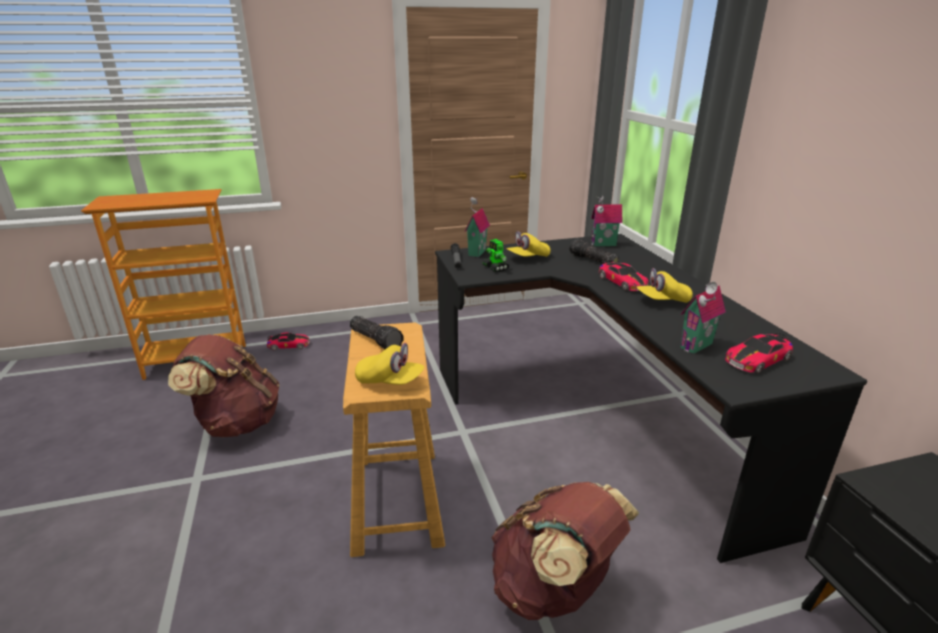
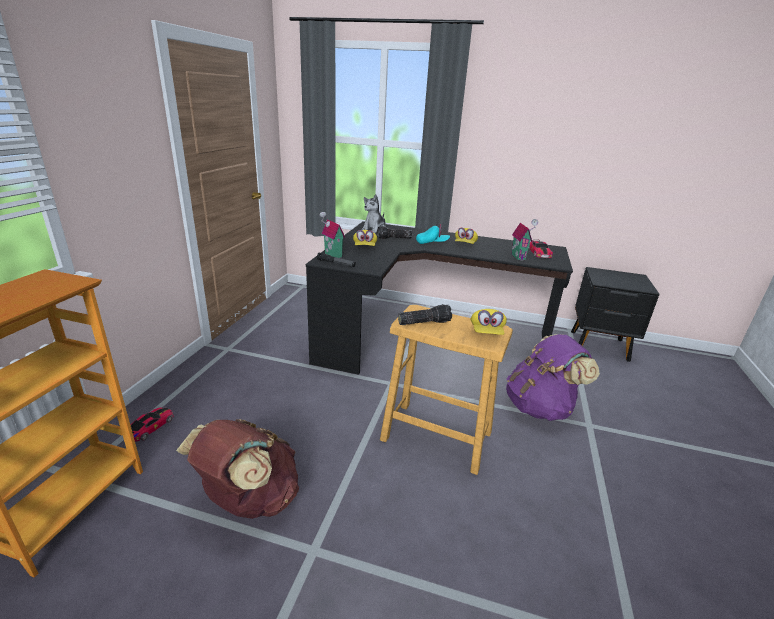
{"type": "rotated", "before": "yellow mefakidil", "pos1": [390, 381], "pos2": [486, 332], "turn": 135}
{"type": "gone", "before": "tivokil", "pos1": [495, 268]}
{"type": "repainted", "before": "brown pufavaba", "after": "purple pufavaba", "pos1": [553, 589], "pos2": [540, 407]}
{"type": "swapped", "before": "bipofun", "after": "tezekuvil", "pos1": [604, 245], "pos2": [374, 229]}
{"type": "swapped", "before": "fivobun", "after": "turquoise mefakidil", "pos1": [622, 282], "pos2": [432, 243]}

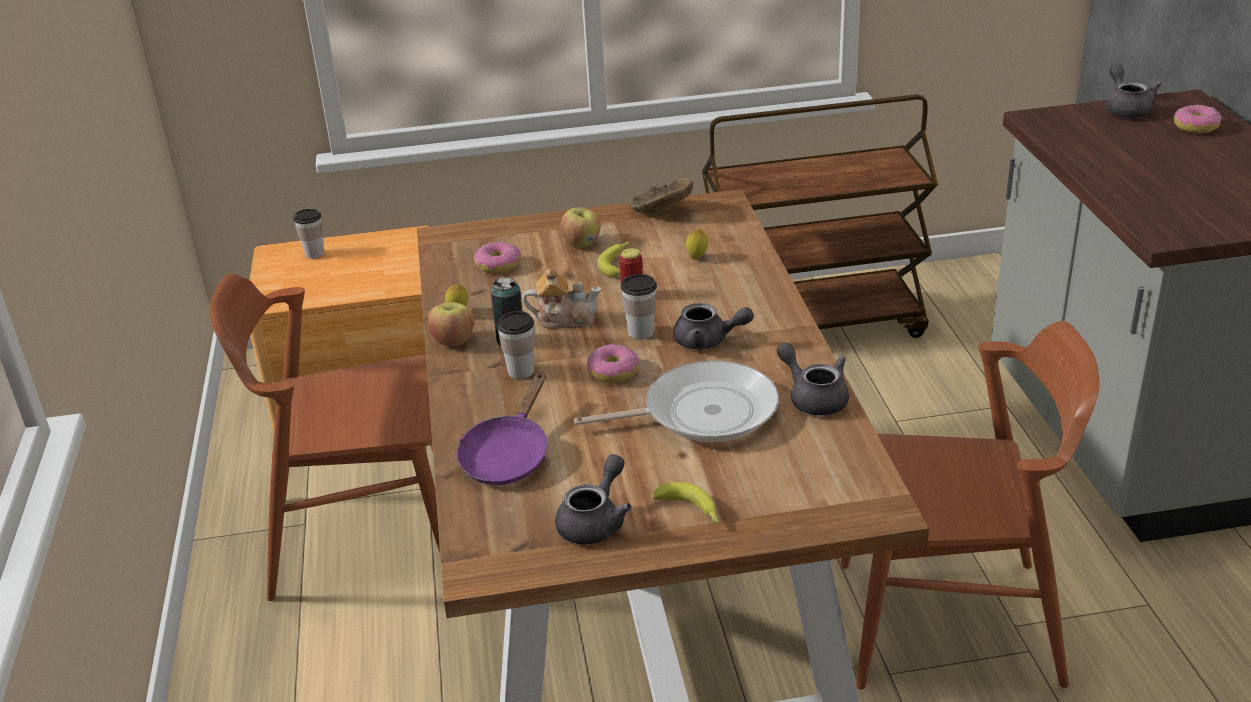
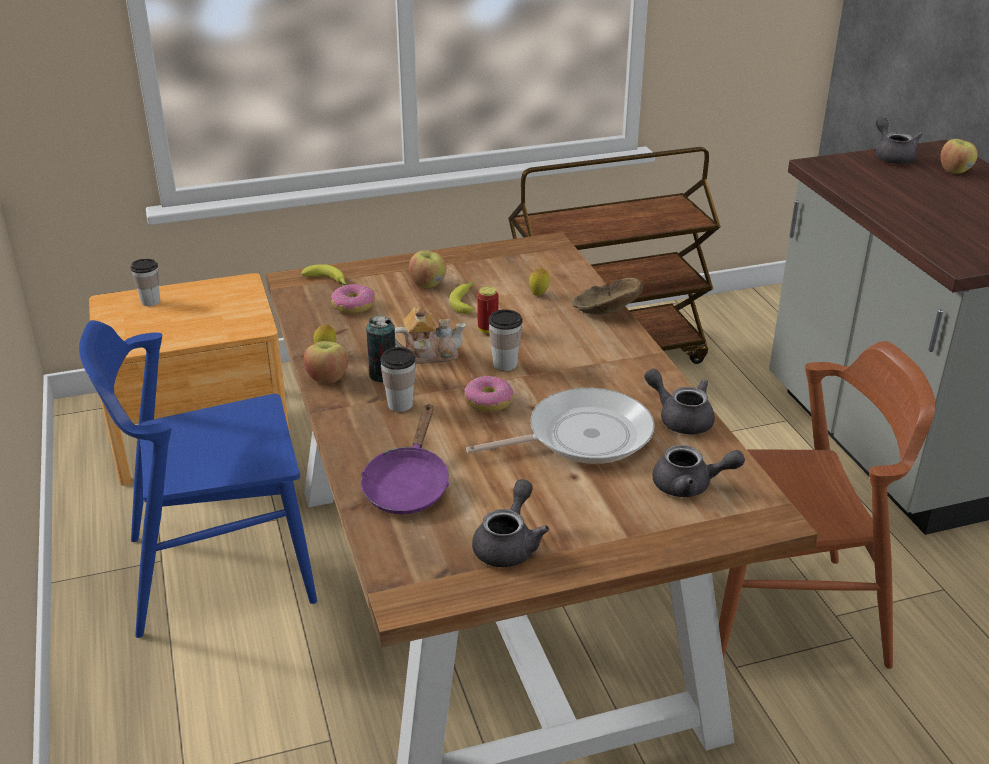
{"type": "repainted", "before": "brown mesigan", "after": "blue mesigan", "pos1": [361, 535], "pos2": [220, 569]}
{"type": "shifted", "before": "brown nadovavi", "pos1": [660, 211], "pos2": [605, 311]}
{"type": "shifted", "before": "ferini", "pos1": [691, 511], "pos2": [328, 281]}
{"type": "shifted", "before": "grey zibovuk", "pos1": [708, 341], "pos2": [690, 486]}
{"type": "swapped", "before": "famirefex", "after": "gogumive", "pos1": [1195, 127], "pos2": [955, 171]}

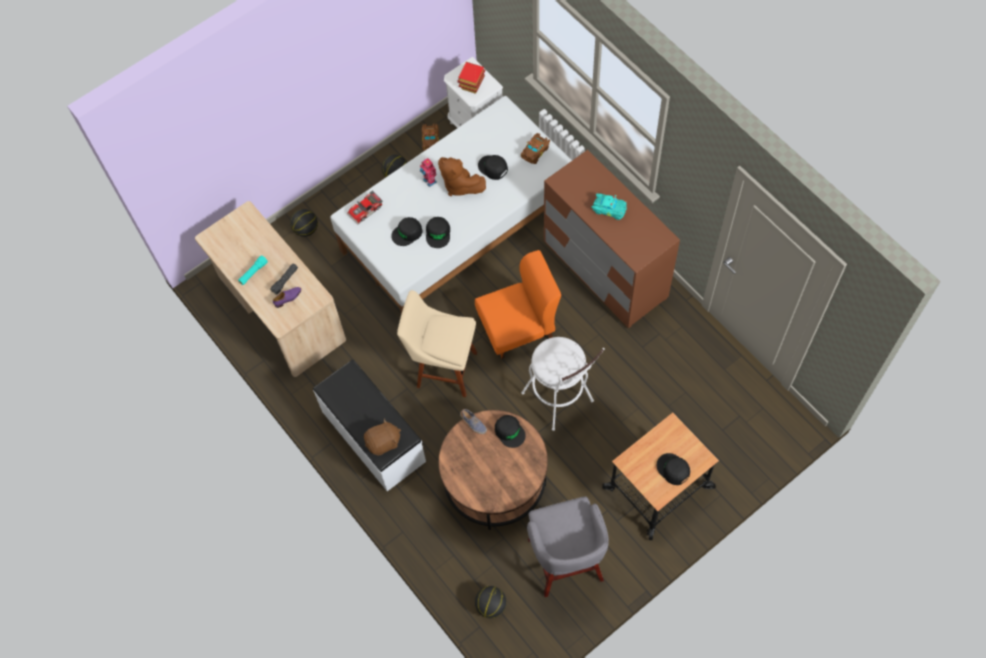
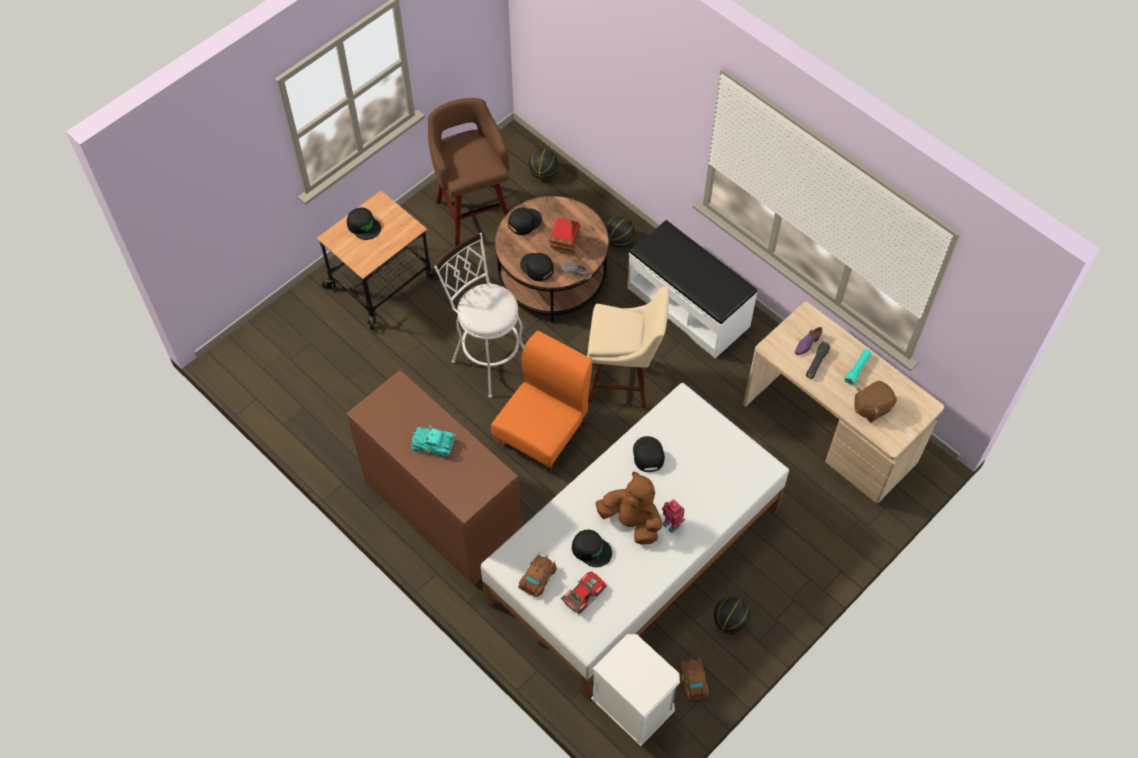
{"type": "shifted", "before": "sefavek", "pos1": [306, 229], "pos2": [618, 241]}
{"type": "shifted", "before": "fivobun", "pos1": [366, 210], "pos2": [583, 593]}
{"type": "shifted", "before": "brown tezekuvil", "pos1": [383, 442], "pos2": [871, 407]}
{"type": "shifted", "before": "black mefakidil", "pos1": [407, 233], "pos2": [524, 222]}
{"type": "shifted", "before": "bipofun", "pos1": [472, 85], "pos2": [564, 243]}
{"type": "rotated", "before": "orange mesigan", "pos1": [518, 328], "pos2": [543, 433], "turn": 150}
{"type": "repainted", "before": "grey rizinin", "after": "brown rizinin", "pos1": [566, 562], "pos2": [473, 212]}

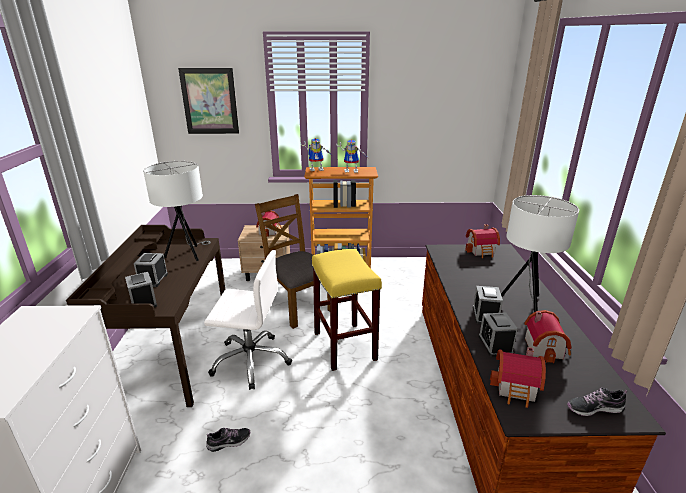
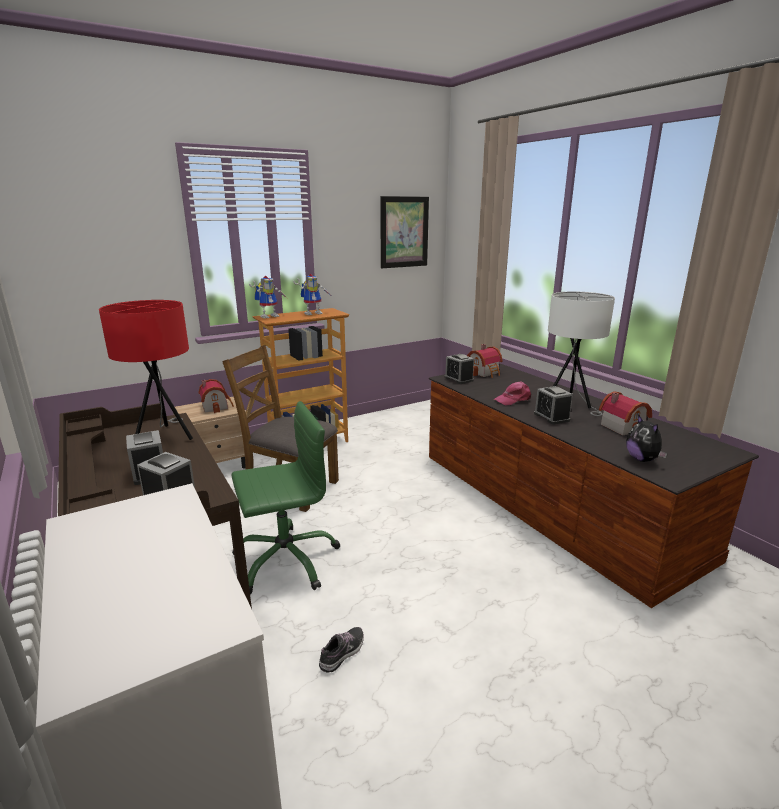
{"type": "repainted", "before": "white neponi", "after": "red neponi", "pos1": [188, 254], "pos2": [165, 436]}
{"type": "shifted", "before": "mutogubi", "pos1": [210, 101], "pos2": [404, 232]}
{"type": "repainted", "before": "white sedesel", "after": "green sedesel", "pos1": [251, 360], "pos2": [286, 560]}
{"type": "gone", "before": "yellow rizinin", "pos1": [344, 345]}
{"type": "shifted", "before": "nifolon", "pos1": [495, 345], "pos2": [458, 379]}
{"type": "swapped", "before": "bipofun", "after": "tezekuvil", "pos1": [517, 389], "pos2": [642, 459]}
{"type": "gone", "before": "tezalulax", "pos1": [594, 408]}
{"type": "new", "after": "pink mefakidil", "pos2": [513, 399]}

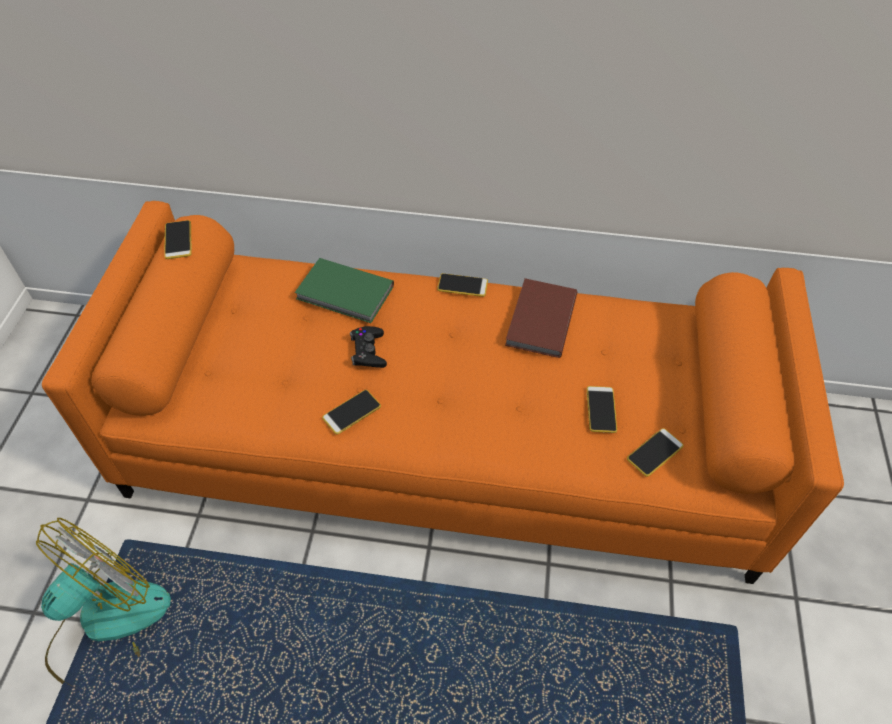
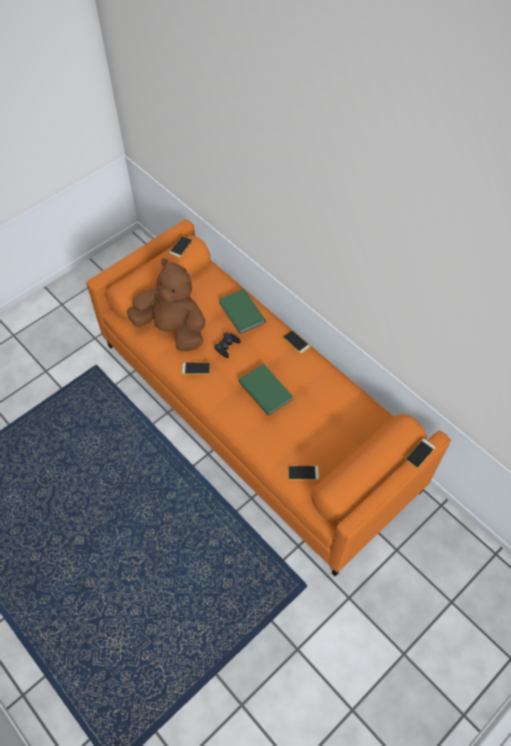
{"type": "gone", "before": "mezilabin", "pos1": [108, 626]}
{"type": "gone", "before": "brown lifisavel", "pos1": [539, 320]}
{"type": "shifted", "before": "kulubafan", "pos1": [601, 409], "pos2": [420, 453]}
{"type": "new", "after": "brown tezekuvil", "pos2": [172, 329]}
{"type": "new", "after": "green lifisavel", "pos2": [266, 389]}

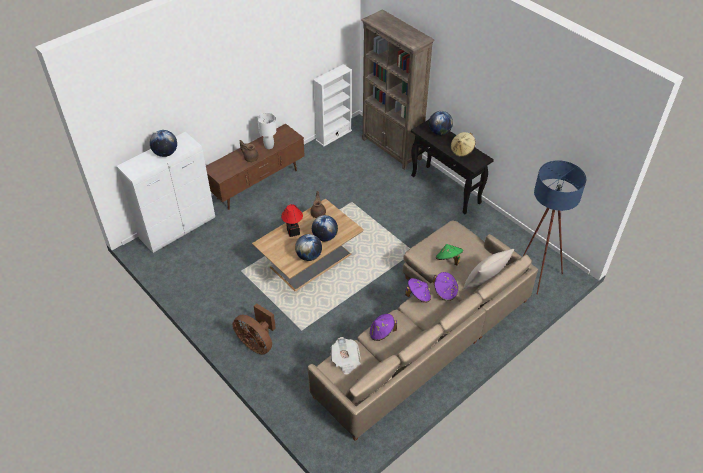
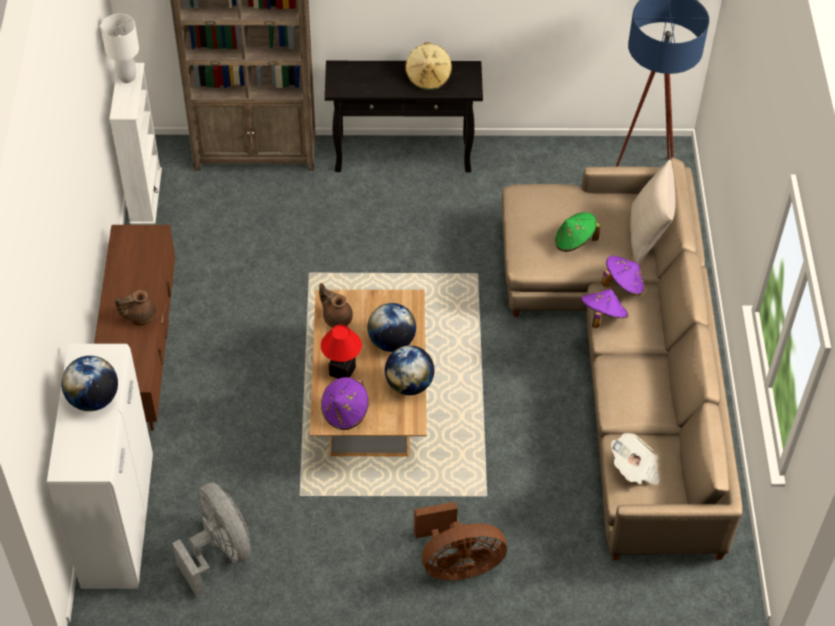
{"type": "shifted", "before": "white neponi", "pos1": [269, 146], "pos2": [127, 77]}
{"type": "shifted", "before": "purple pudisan", "pos1": [381, 332], "pos2": [345, 412]}
{"type": "gone", "before": "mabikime", "pos1": [439, 132]}
{"type": "new", "after": "grey mezilabin", "pos2": [219, 551]}

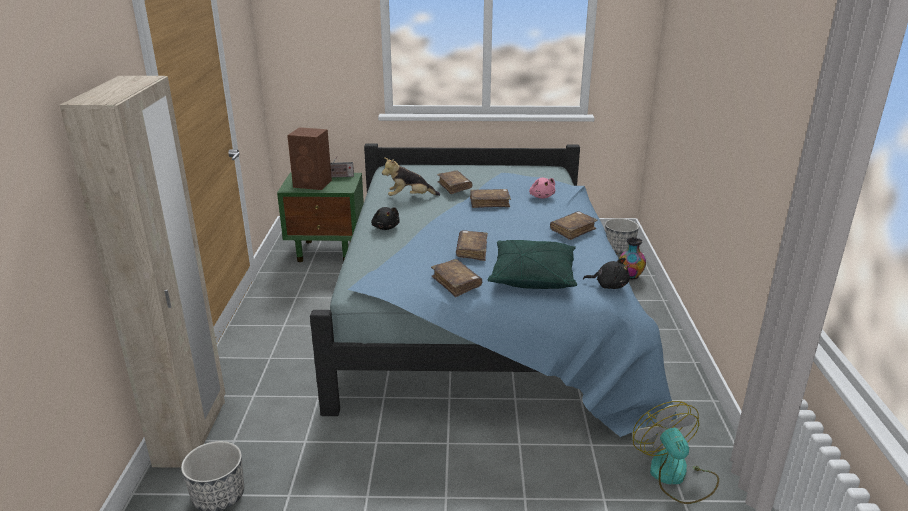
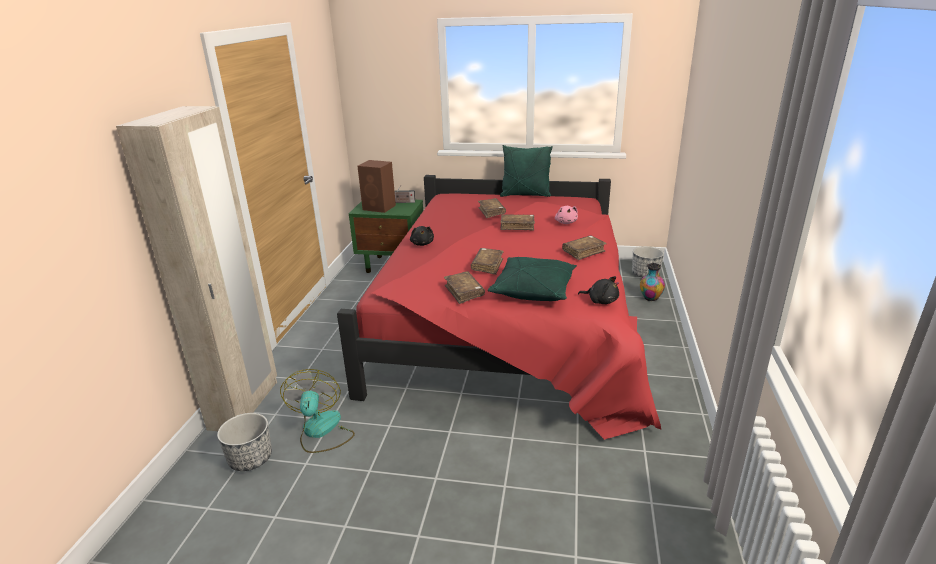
{"type": "repainted", "before": "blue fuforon", "after": "red fuforon", "pos1": [483, 316], "pos2": [509, 325]}
{"type": "gone", "before": "tezekuvil", "pos1": [409, 197]}
{"type": "shifted", "before": "mezilabin", "pos1": [675, 476], "pos2": [321, 431]}
{"type": "new", "after": "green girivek", "pos2": [525, 195]}

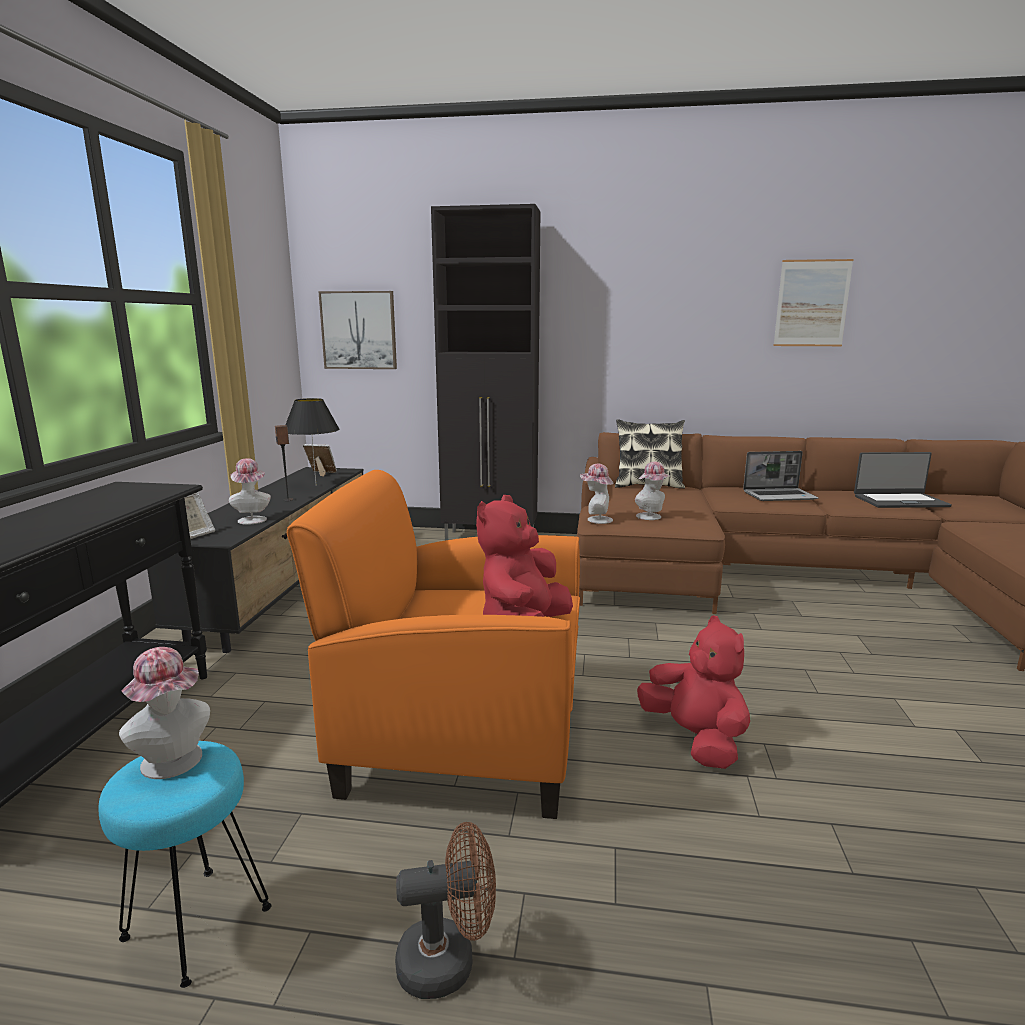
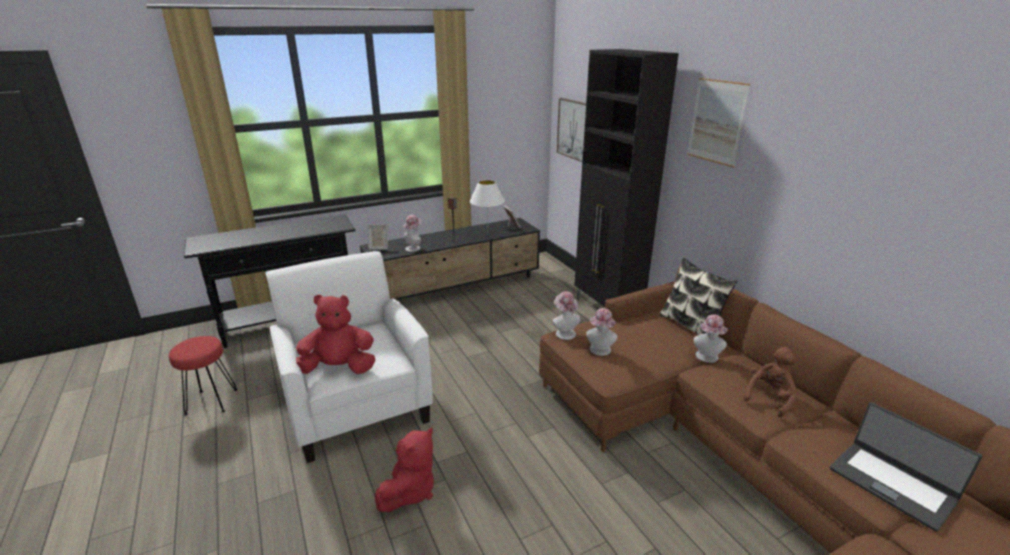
{"type": "repainted", "before": "turquoise rizinin", "after": "red rizinin", "pos1": [195, 925], "pos2": [211, 401]}
{"type": "shifted", "before": "pudisan", "pos1": [174, 764], "pos2": [707, 358]}
{"type": "repainted", "before": "black neponi", "after": "white neponi", "pos1": [315, 485], "pos2": [487, 235]}
{"type": "repainted", "before": "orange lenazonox", "after": "white lenazonox", "pos1": [461, 736], "pos2": [356, 406]}
{"type": "gone", "before": "brown mezilabin", "pos1": [448, 961]}
{"type": "swapped", "before": "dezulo", "after": "brown tezekuvil", "pos1": [780, 496], "pos2": [769, 397]}
{"type": "shifted", "before": "mutogubi", "pos1": [812, 303], "pos2": [716, 121]}

